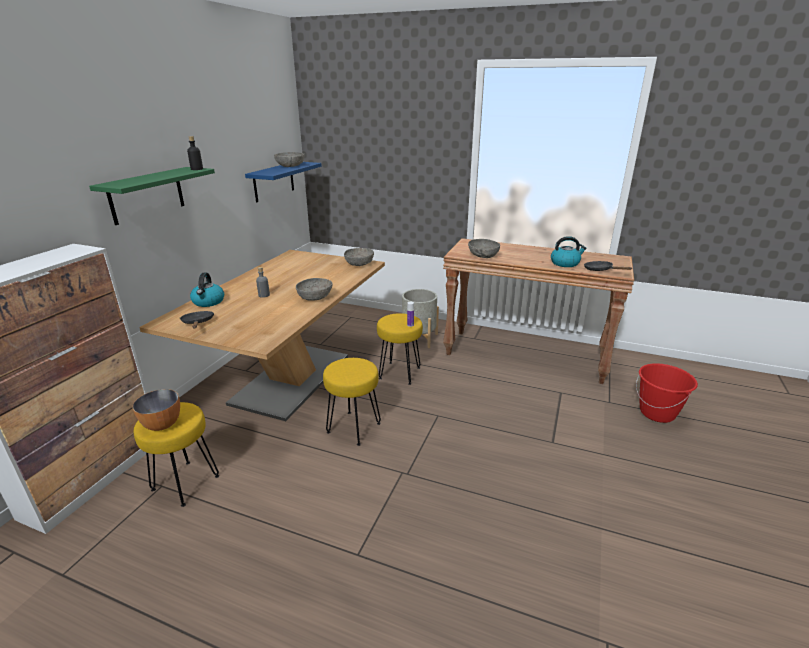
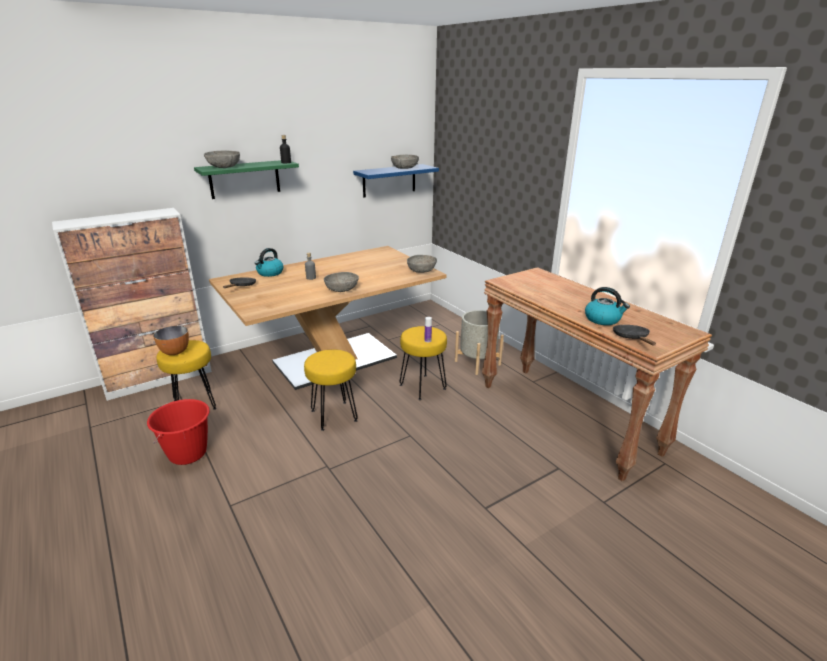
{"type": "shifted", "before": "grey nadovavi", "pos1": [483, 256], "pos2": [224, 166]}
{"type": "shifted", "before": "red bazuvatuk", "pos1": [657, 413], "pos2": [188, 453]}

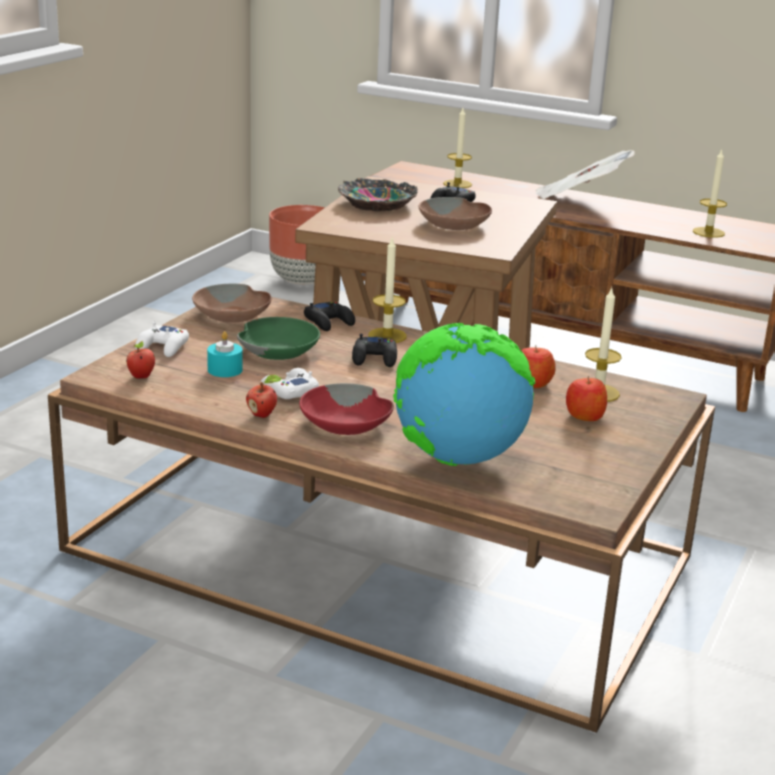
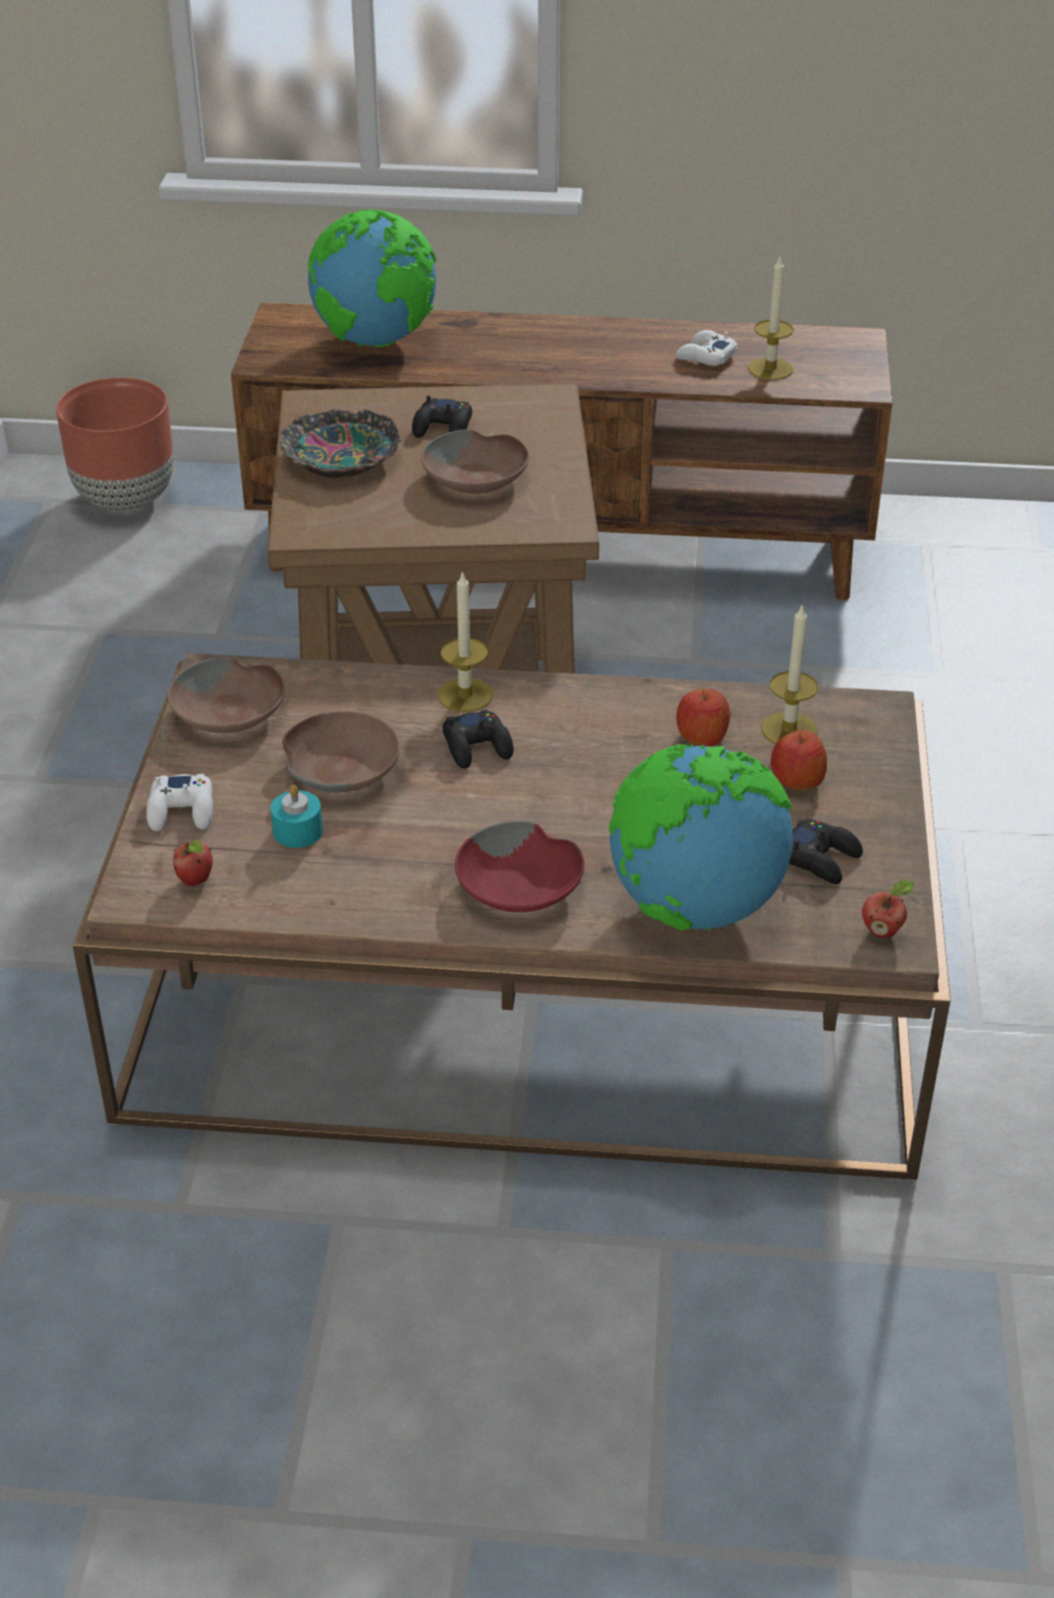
{"type": "repainted", "before": "green nadovavi", "after": "brown nadovavi", "pos1": [279, 349], "pos2": [342, 768]}
{"type": "shifted", "before": "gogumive", "pos1": [263, 415], "pos2": [883, 931]}
{"type": "shifted", "before": "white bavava", "pos1": [289, 391], "pos2": [705, 356]}
{"type": "shifted", "before": "black bavava", "pos1": [329, 322], "pos2": [820, 858]}
{"type": "swapped", "before": "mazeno", "after": "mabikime", "pos1": [457, 184], "pos2": [377, 341]}
{"type": "gone", "before": "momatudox", "pos1": [578, 200]}

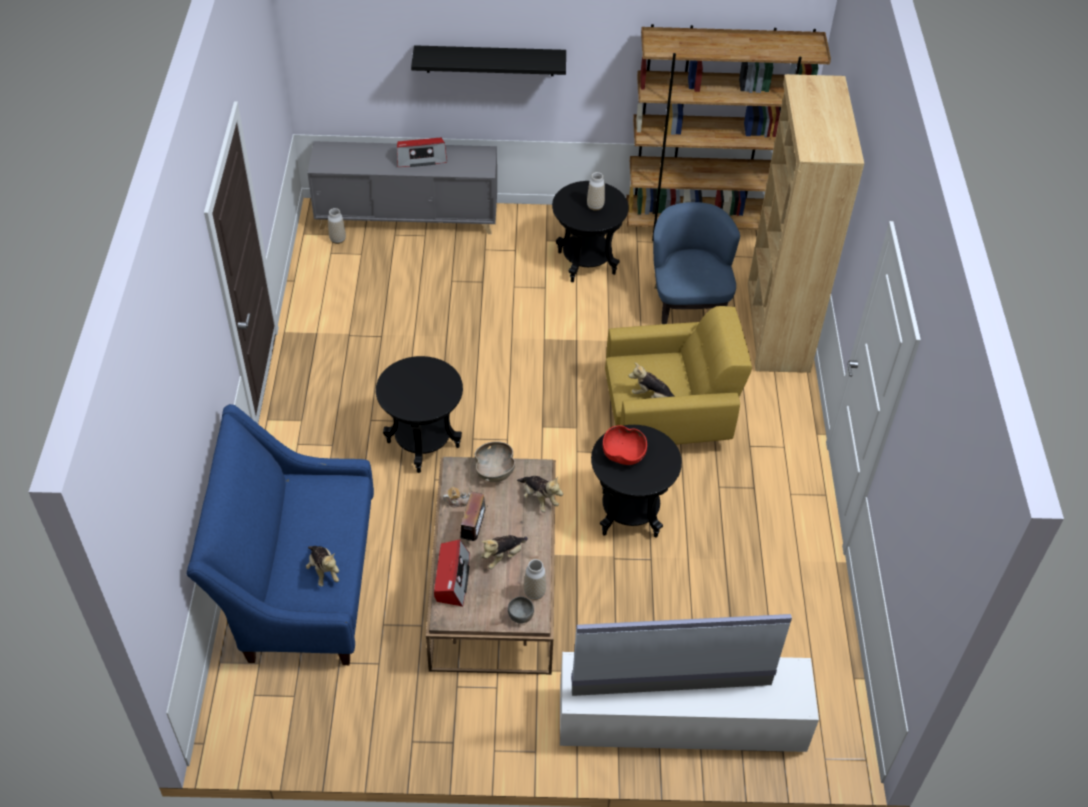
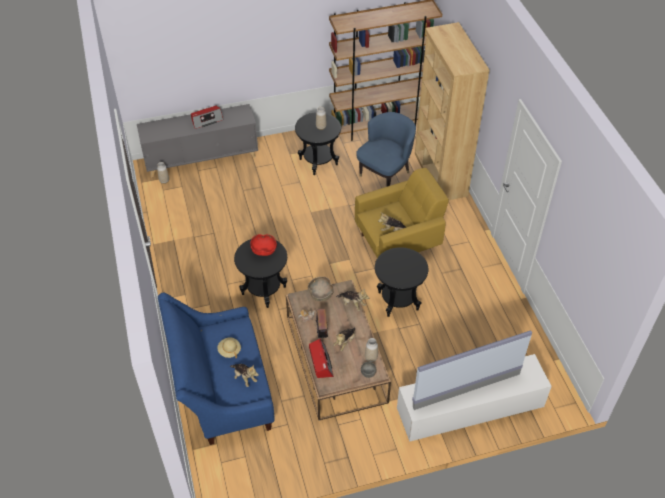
{"type": "gone", "before": "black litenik", "pos1": [490, 60]}
{"type": "shifted", "before": "red nadovavi", "pos1": [623, 454], "pos2": [264, 250]}
{"type": "rotated", "before": "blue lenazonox", "pos1": [687, 304], "pos2": [385, 173], "turn": 60}
{"type": "new", "after": "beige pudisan", "pos2": [229, 350]}

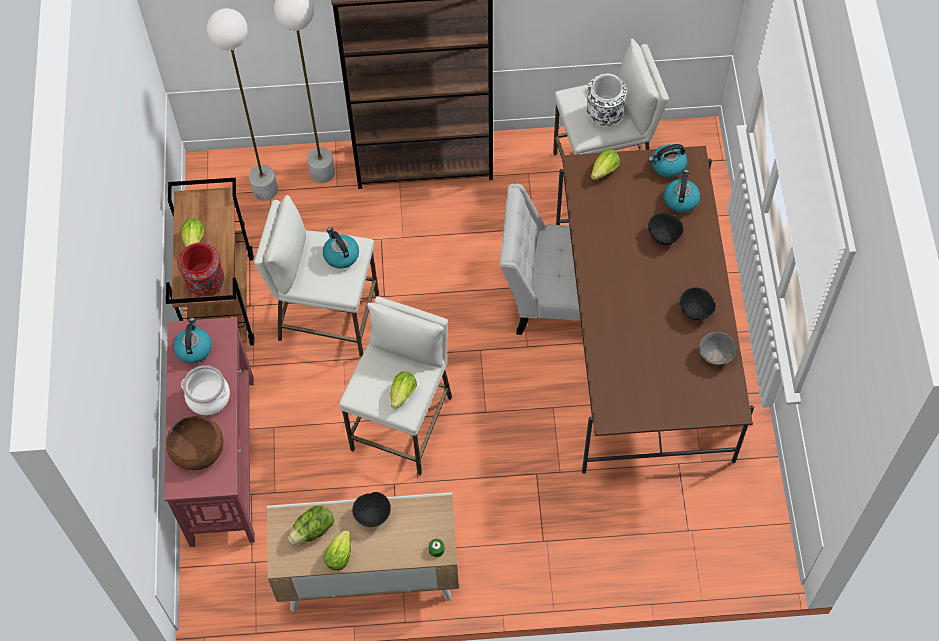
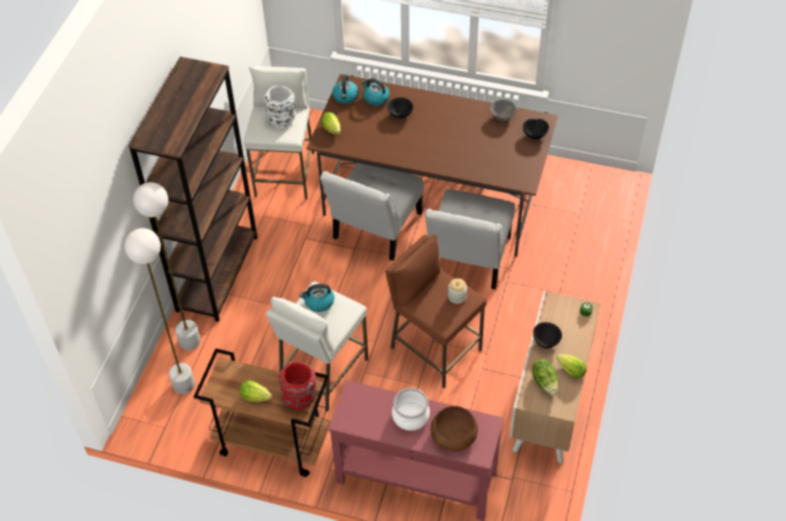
{"type": "gone", "before": "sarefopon", "pos1": [194, 348]}
{"type": "repainted", "before": "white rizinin", "after": "brown rizinin", "pos1": [403, 423], "pos2": [435, 349]}
{"type": "swapped", "before": "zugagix", "after": "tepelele", "pos1": [402, 396], "pos2": [457, 296]}
{"type": "shifted", "before": "black nadovavi", "pos1": [695, 311], "pos2": [534, 135]}
{"type": "new", "after": "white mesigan", "pos2": [468, 260]}

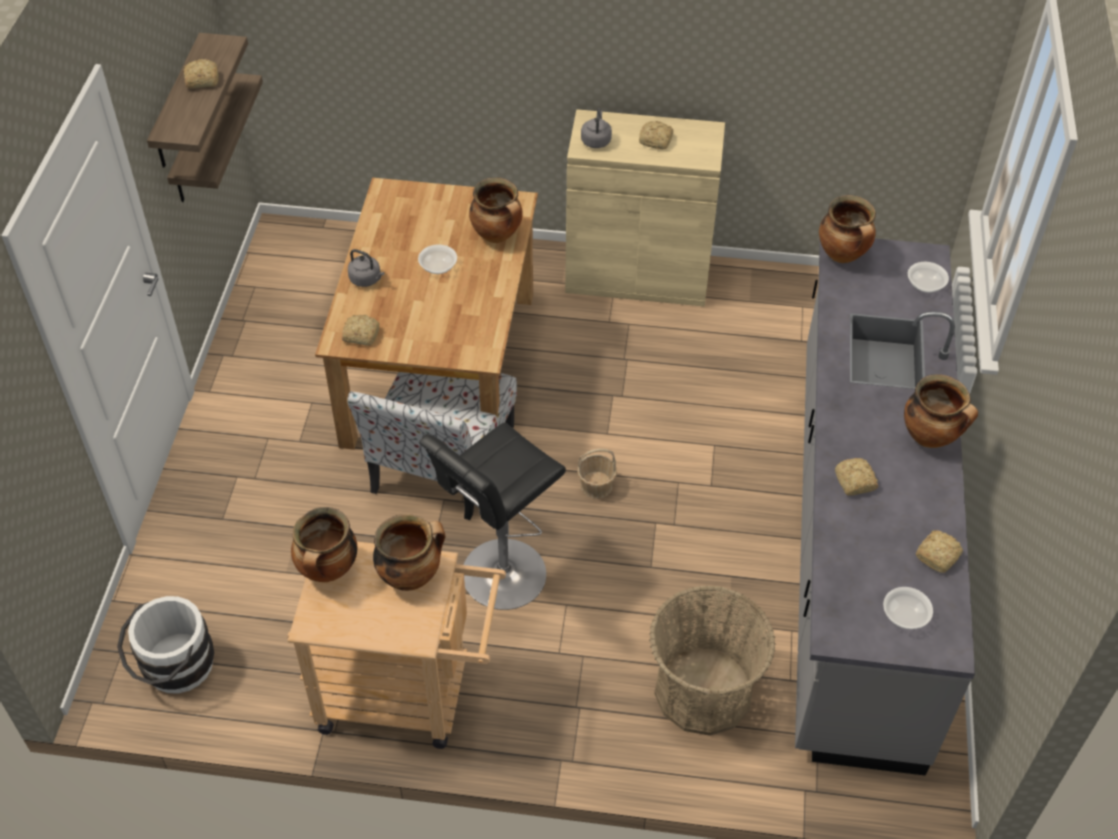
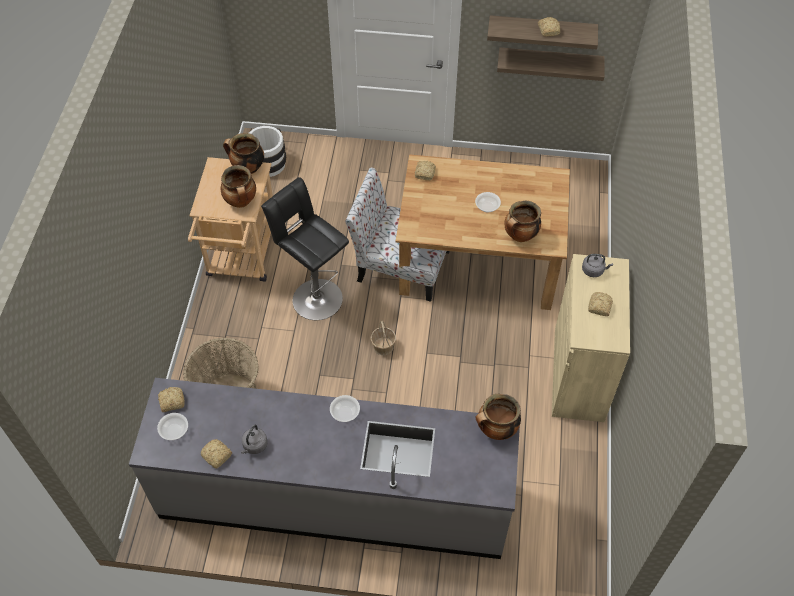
{"type": "shifted", "before": "grey sarefopon", "pos1": [366, 279], "pos2": [254, 446]}
{"type": "shifted", "before": "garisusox", "pos1": [854, 482], "pos2": [171, 401]}
{"type": "gone", "before": "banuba", "pos1": [931, 437]}
{"type": "shifted", "before": "nadovavi", "pos1": [925, 284], "pos2": [345, 412]}

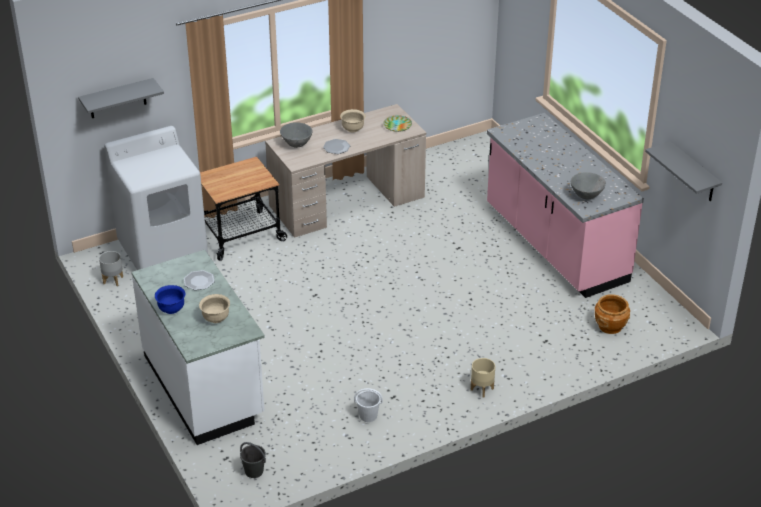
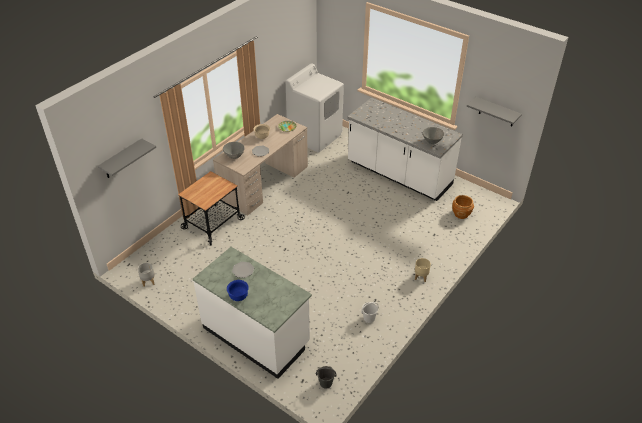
{"type": "shifted", "before": "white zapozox", "pos1": [163, 251], "pos2": [315, 136]}
{"type": "gone", "before": "beige nadovavi", "pos1": [215, 318]}
{"type": "repainted", "before": "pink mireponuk", "after": "white mireponuk", "pos1": [554, 245], "pos2": [399, 174]}

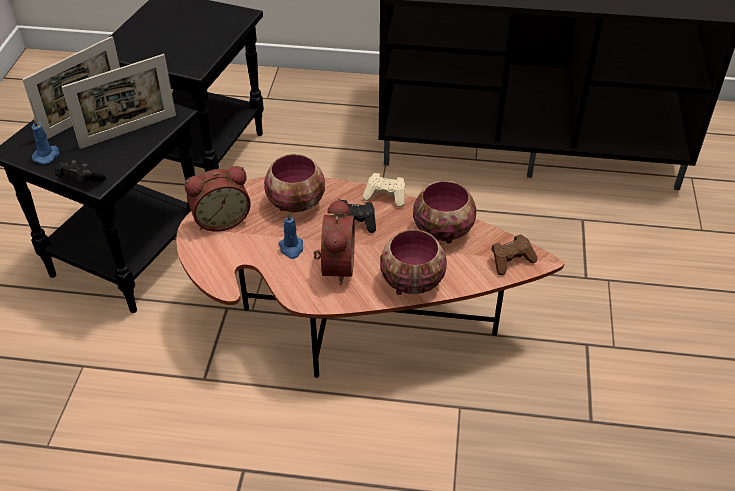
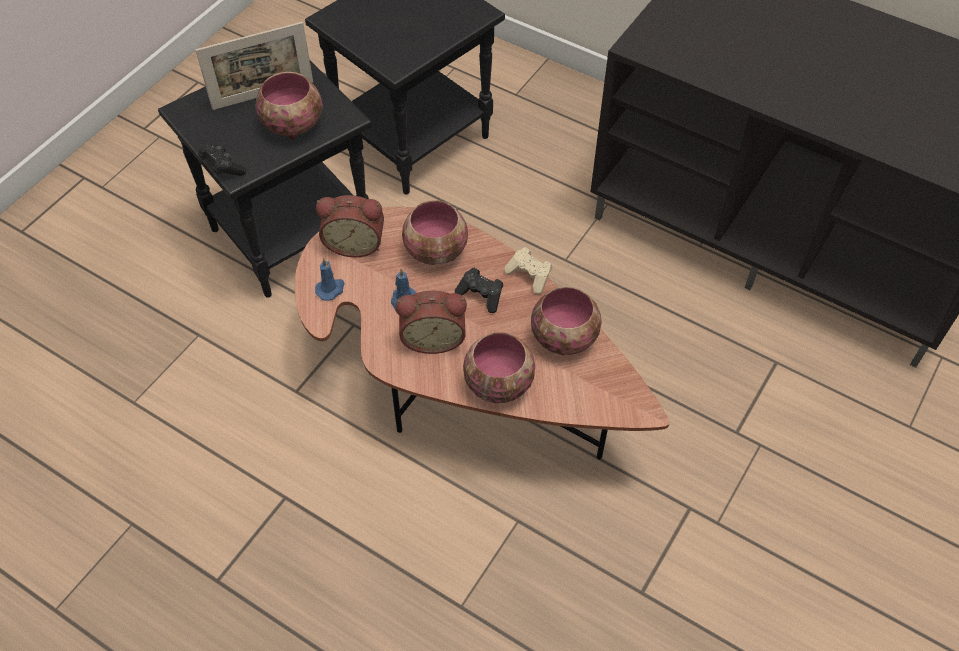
{"type": "shifted", "before": "blue mazeno", "pos1": [47, 155], "pos2": [331, 289]}
{"type": "swapped", "before": "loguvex", "after": "nadovavi", "pos1": [128, 131], "pos2": [294, 125]}
{"type": "rotated", "before": "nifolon", "pos1": [334, 266], "pos2": [433, 337], "turn": 60}
{"type": "gone", "before": "brown bavava", "pos1": [511, 261]}

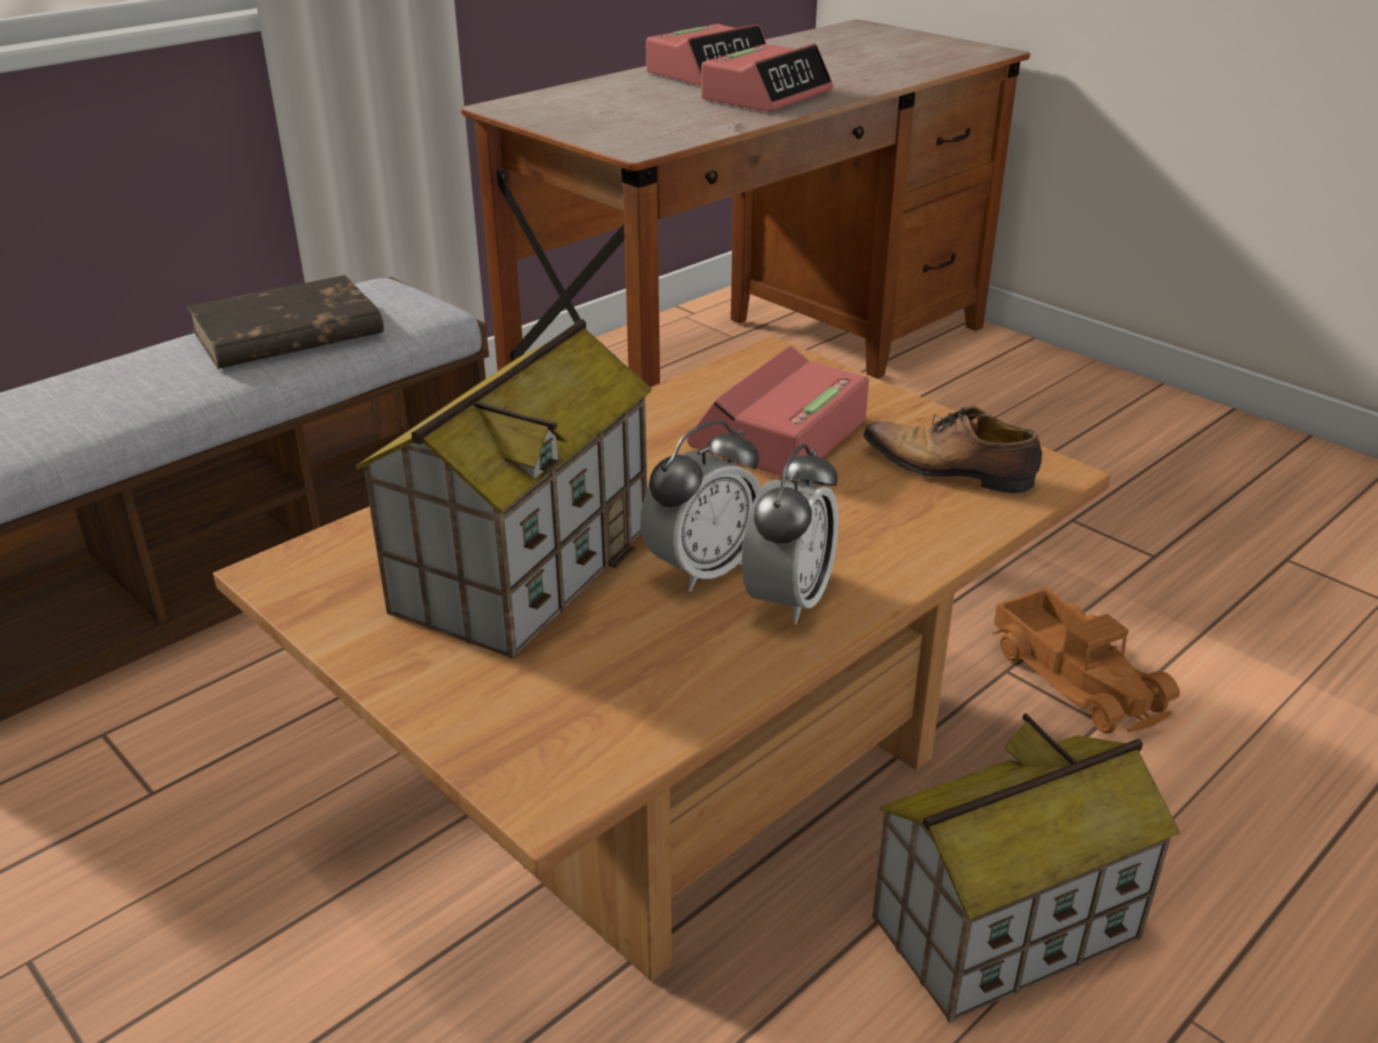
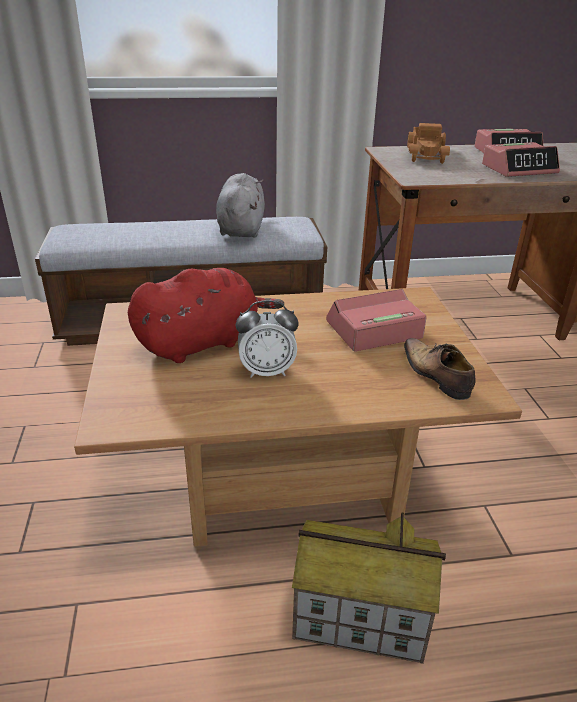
{"type": "swapped", "before": "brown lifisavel", "after": "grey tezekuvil", "pos1": [286, 333], "pos2": [241, 228]}
{"type": "swapped", "before": "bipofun", "after": "red tezekuvil", "pos1": [523, 567], "pos2": [202, 342]}
{"type": "gone", "before": "nifolon", "pos1": [788, 599]}
{"type": "shifted", "before": "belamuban", "pos1": [1078, 676], "pos2": [427, 154]}

